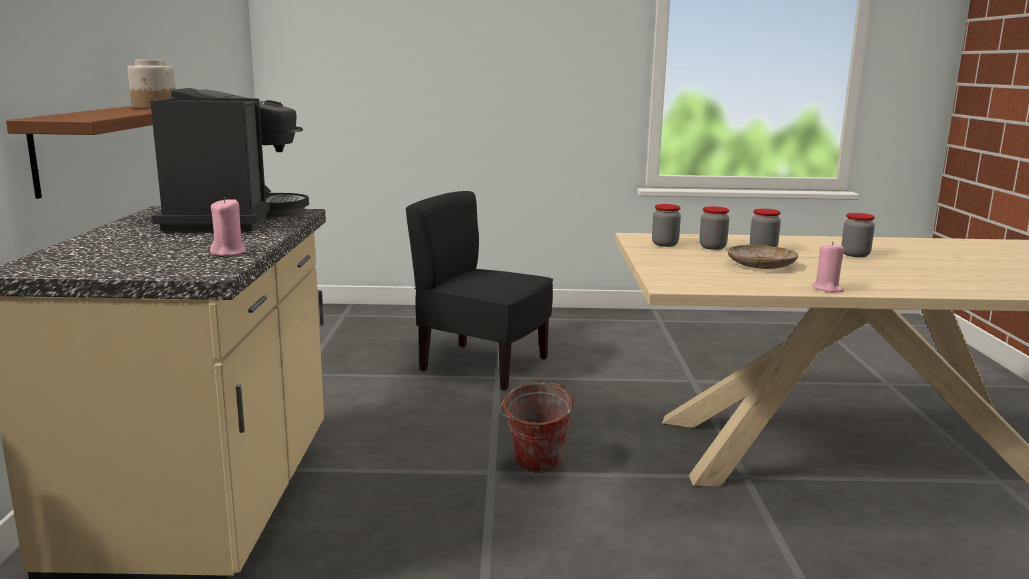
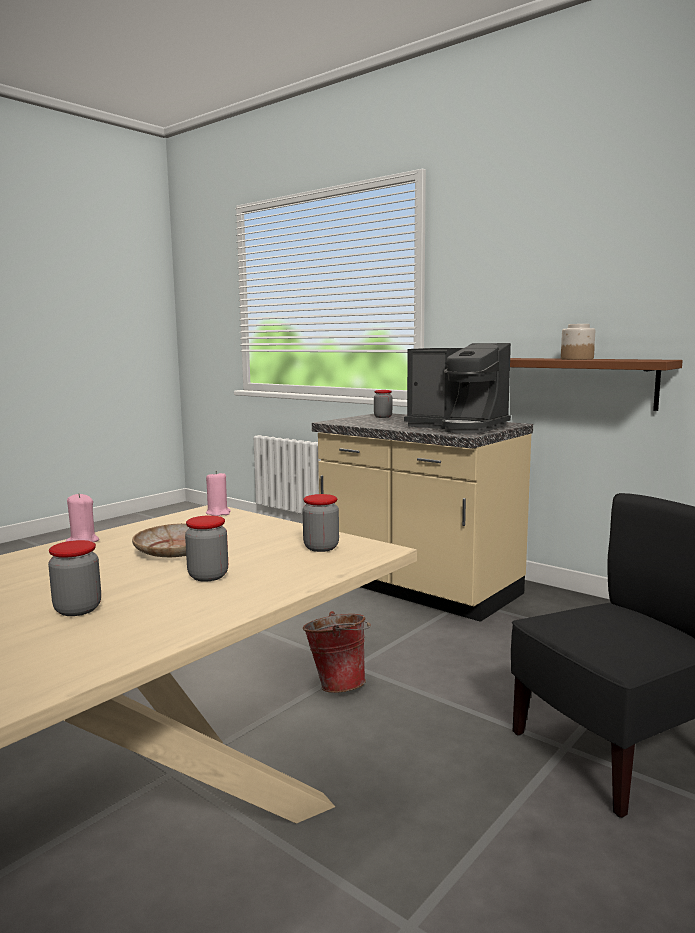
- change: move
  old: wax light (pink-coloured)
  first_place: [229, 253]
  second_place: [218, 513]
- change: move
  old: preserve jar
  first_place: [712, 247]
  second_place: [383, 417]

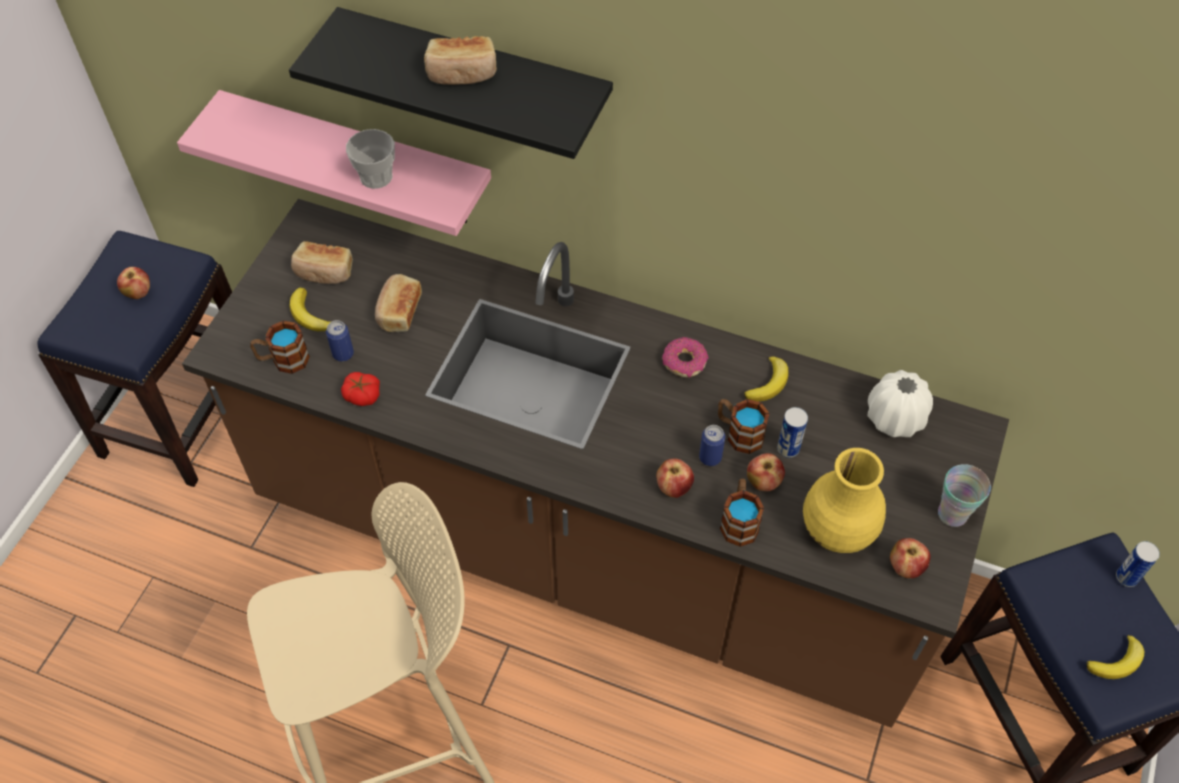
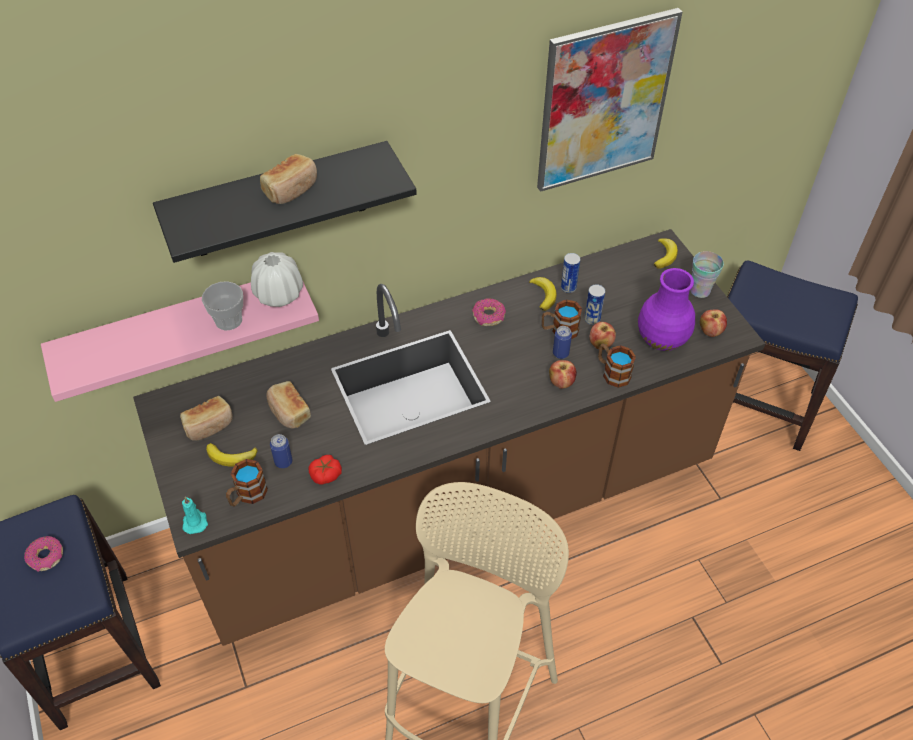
- change: insert
  new: wax light (turquoise-coloured)
  second_place: [195, 521]
- change: insert
  new: picture
  second_place: [604, 102]
- change: move
  old: vase (whitish)
  first_place: [894, 418]
  second_place: [279, 294]
- change: move
  old: banana fruit
  first_place: [1116, 662]
  second_place: [665, 255]
- change: move
  old: metal can
  first_place: [1126, 577]
  second_place: [568, 287]
- change: replace
  old: apple fruit
  new: ring doughnut
  first_place: [138, 293]
  second_place: [46, 557]
- change: recolor
  old: vase (yellowish)
  new: vase (purple-coloured)
  first_place: [837, 532]
  second_place: [662, 340]

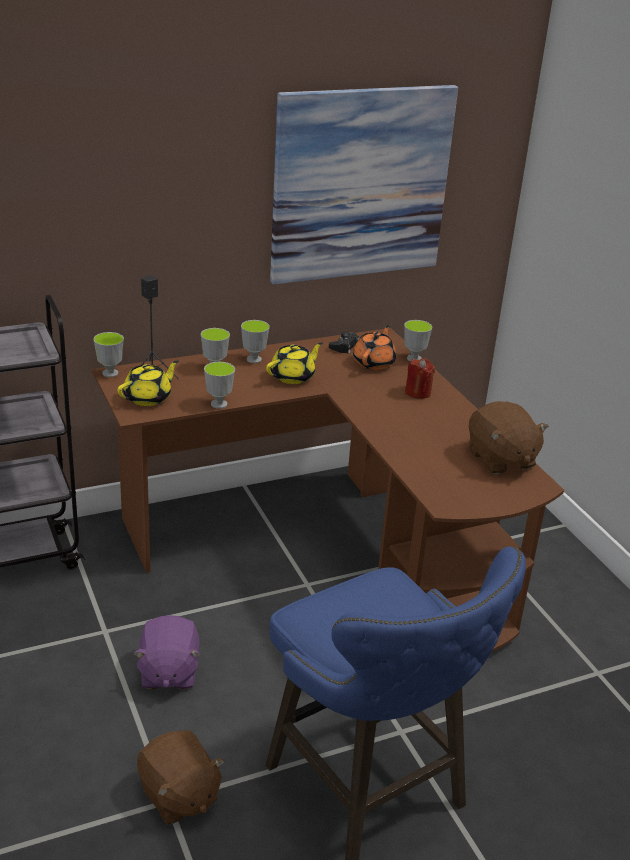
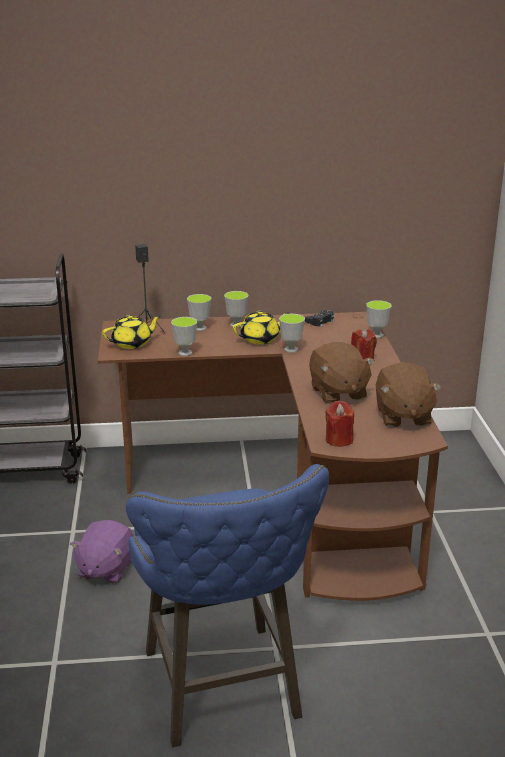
- change: delete
  old: picture
  first_place: [360, 184]
- change: delete
  old: pot for tea (orange-coloured)
  first_place: [374, 362]
- change: insert
  new: wax light (red-coloured)
  second_place: [339, 440]
- change: move
  old: cup
  first_place: [110, 373]
  second_place: [291, 349]
- change: move
  old: soft toy (brownish)
  first_place: [178, 796]
  second_place: [338, 393]

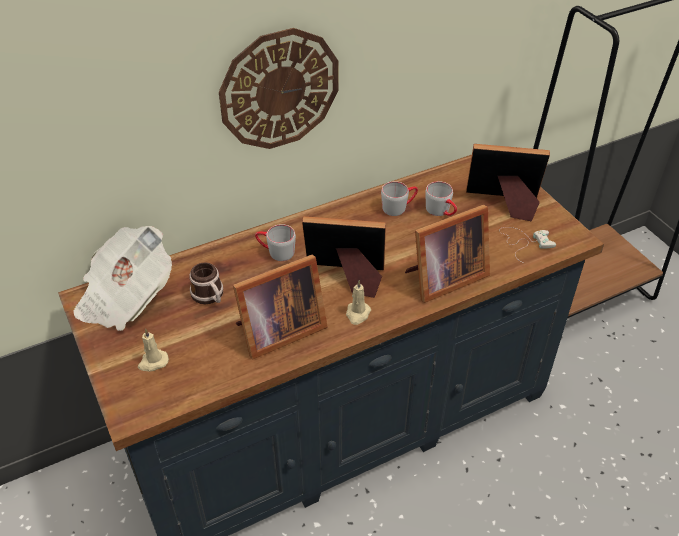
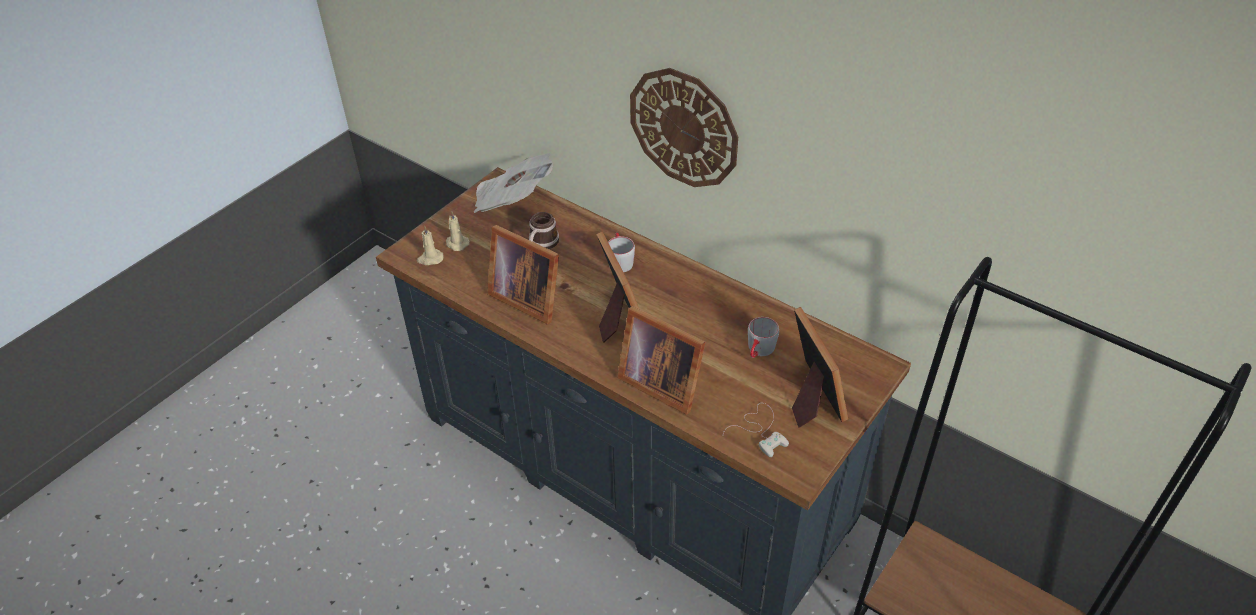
- change: delete
  old: coffee mug (grey)
  first_place: [399, 207]
- change: move
  old: wax light (beige)
  first_place: [357, 314]
  second_place: [430, 259]

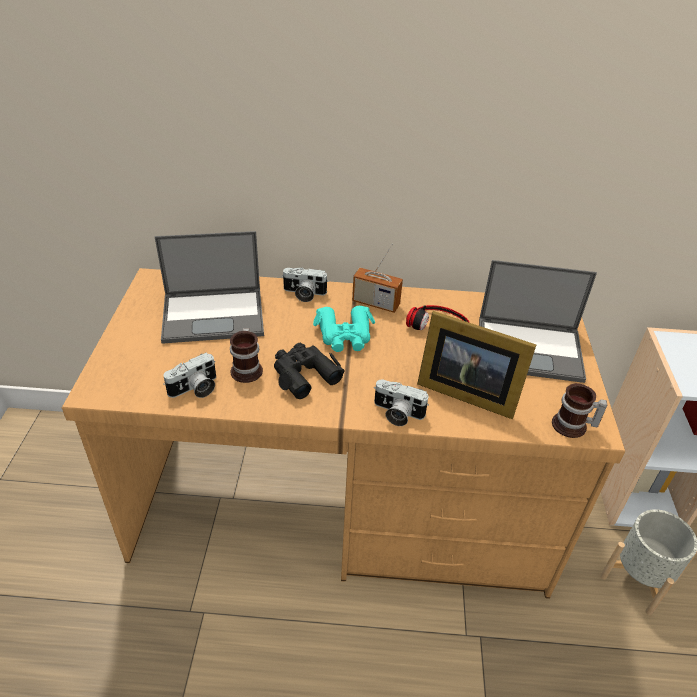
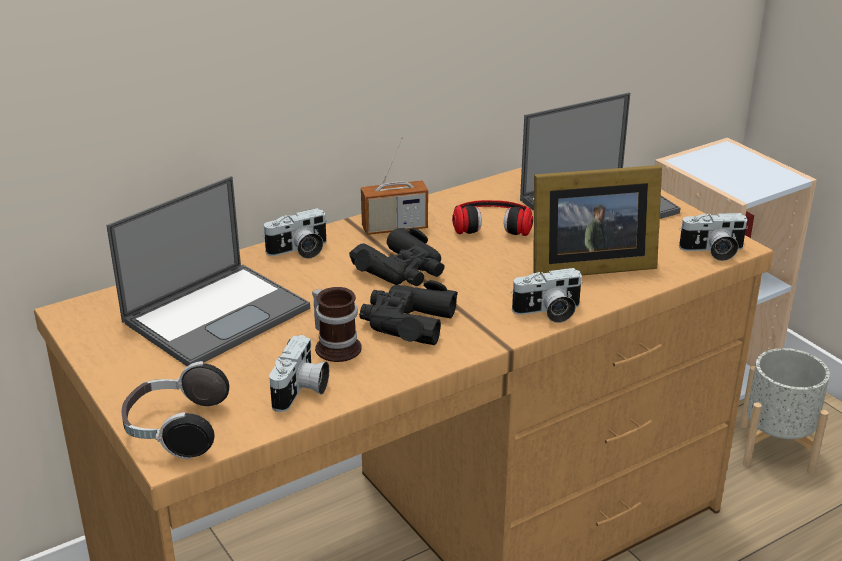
- change: insert
  new: headphones
  second_place: [175, 430]
- change: replace
  old: coffee mug
  new: still camera
  first_place: [572, 427]
  second_place: [712, 251]
- change: recolor
  old: pair of binoculars (turquoise-coloured)
  new: pair of binoculars (blackish)
  first_place: [345, 335]
  second_place: [402, 270]

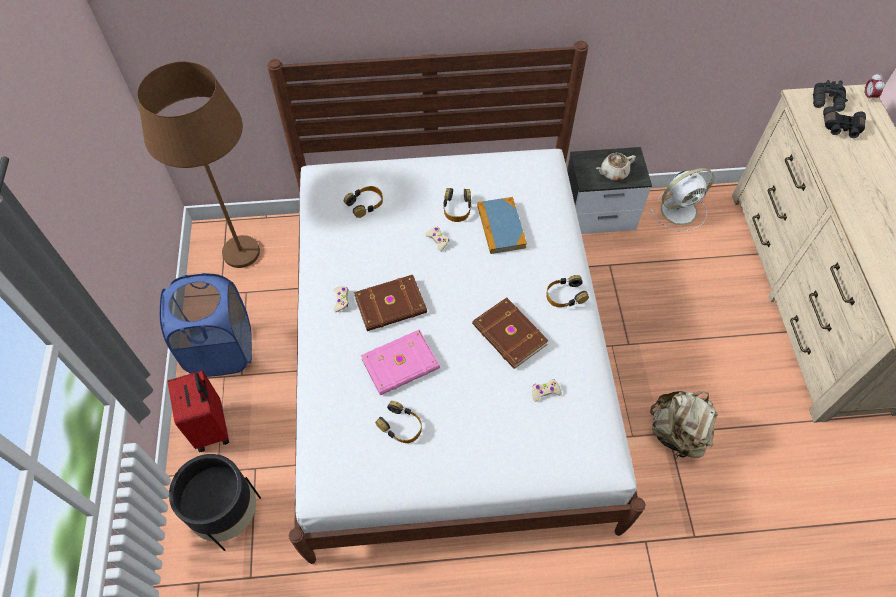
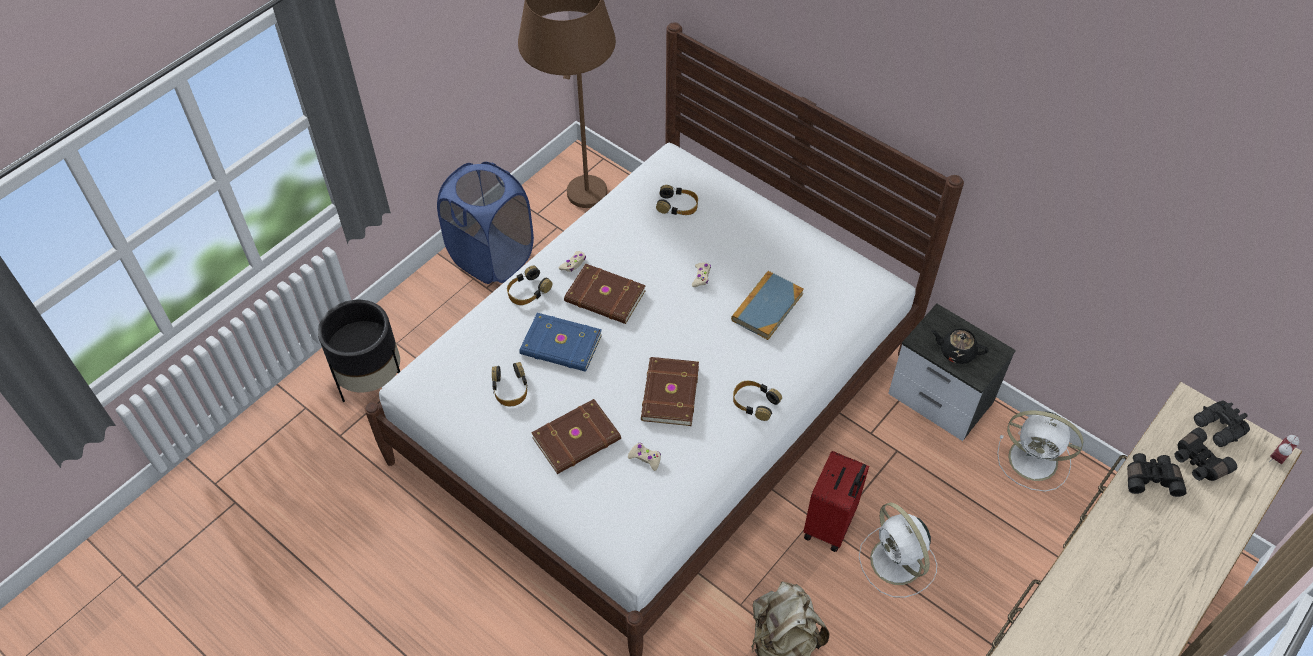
- change: insert
  new: book (brownish)
  second_place: [577, 439]
- change: insert
  new: fan (whitish)
  second_place: [897, 563]
- change: insert
  new: pair of binoculars (blackish)
  second_place: [1151, 478]
- change: move
  old: piece of luggage (red-coloured)
  first_place: [212, 427]
  second_place: [831, 525]
- change: move
  old: headphones
  first_place: [457, 208]
  second_place: [528, 291]
- change: recolor
  old: book (pink-coloured)
  new: book (blue)
  first_place: [401, 365]
  second_place: [561, 346]
- change: recolor
  old: pot for tea (beige)
  new: pot for tea (blackish)
  first_place: [613, 172]
  second_place: [956, 352]

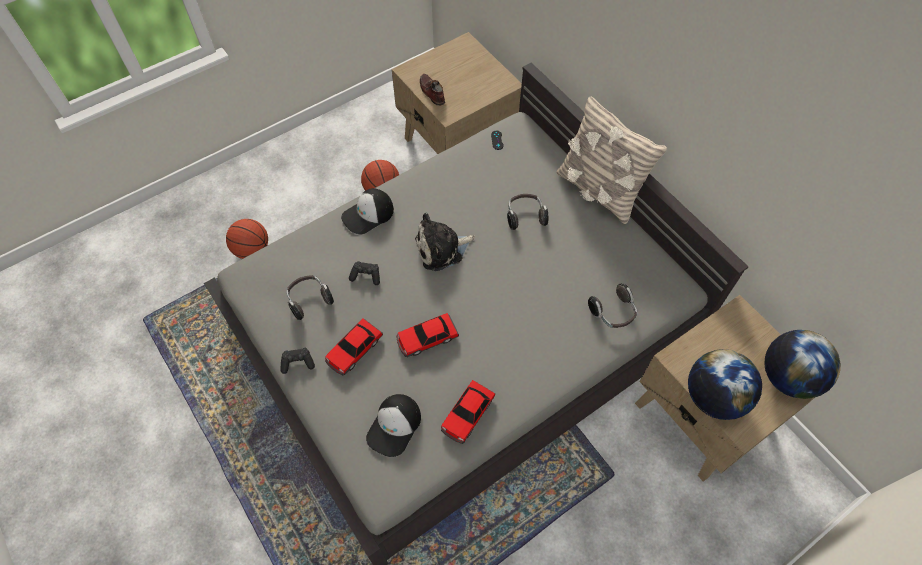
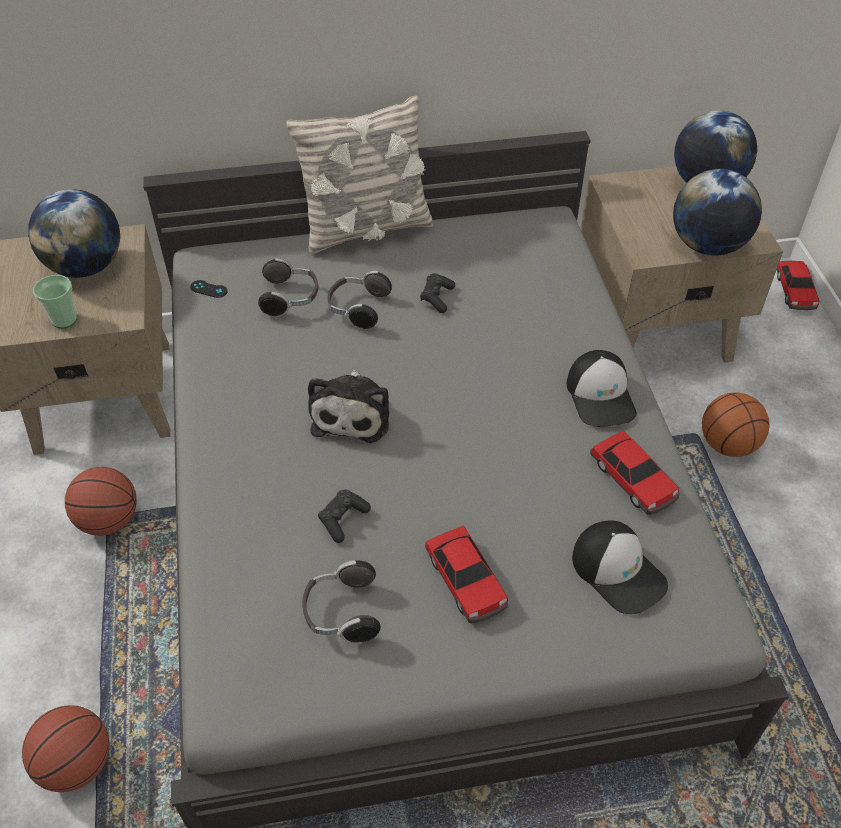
- change: insert
  new: globe
  second_place: [86, 266]
- change: insert
  new: ball for basketball
  second_place: [727, 444]
- change: move
  old: game controller (blackish)
  first_place: [298, 362]
  second_place: [437, 298]
- change: move
  old: cap
  first_place: [368, 215]
  second_place: [601, 396]
- change: move
  old: model car
  first_place: [427, 338]
  second_place: [795, 291]
- change: move
  old: headphones
  first_place: [613, 313]
  second_place: [290, 298]
- change: replace
  old: item of footwear (brownish)
  new: cup
  first_place: [431, 92]
  second_place: [64, 320]

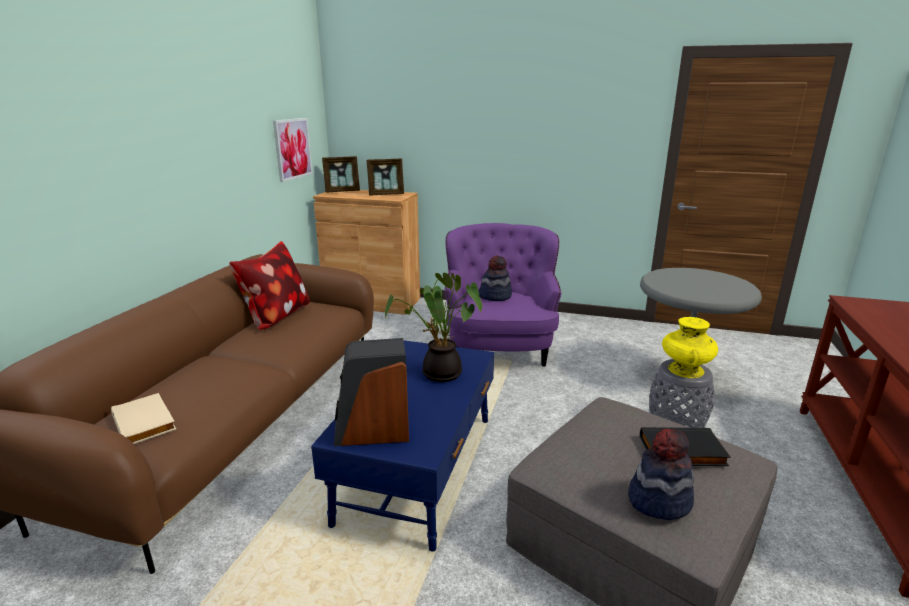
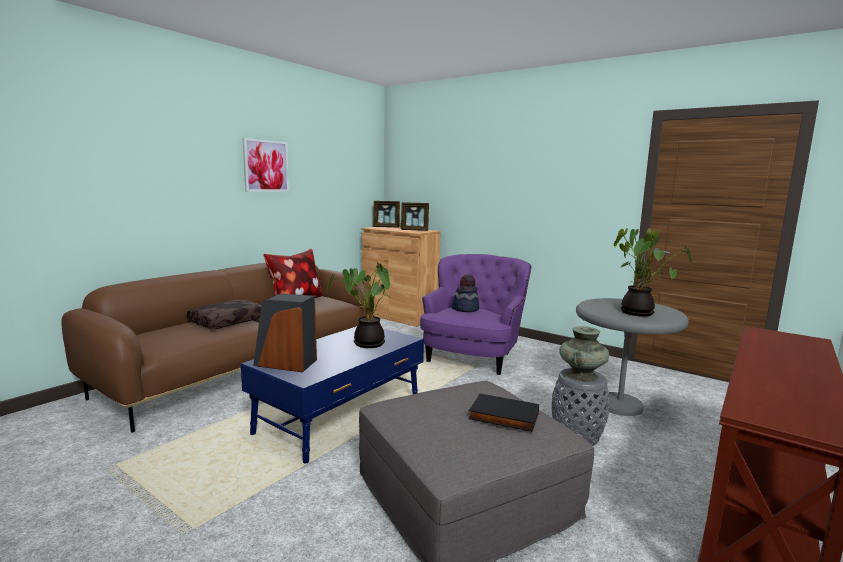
- change: delete
  old: book (beige)
  first_place: [146, 422]
- change: delete
  old: clothing hat
  first_place: [658, 500]
- change: insert
  new: throw pillow (brownish)
  second_place: [228, 321]
- change: insert
  new: plant in a pot
  second_place: [639, 313]
- change: move
  old: picture
  first_place: [292, 149]
  second_place: [266, 166]
- change: recolor
  old: vase (yellowish)
  new: vase (turquoise-coloured)
  first_place: [685, 370]
  second_place: [581, 376]

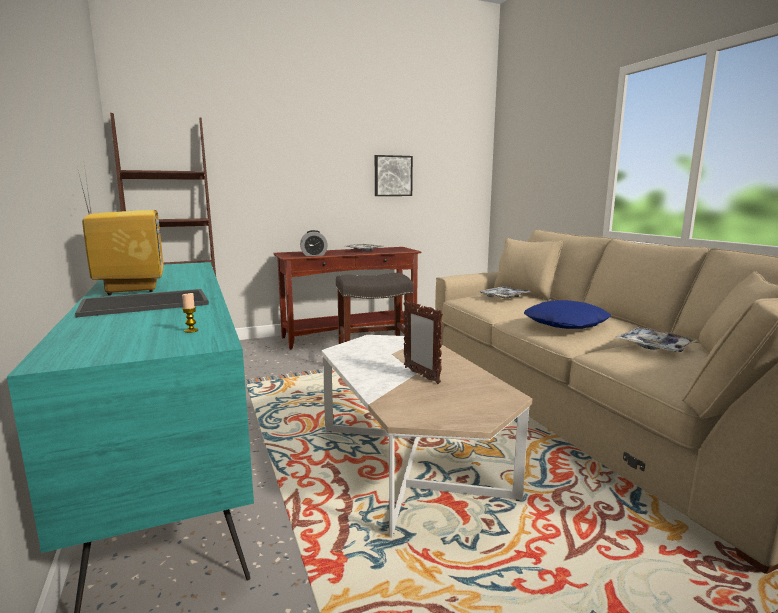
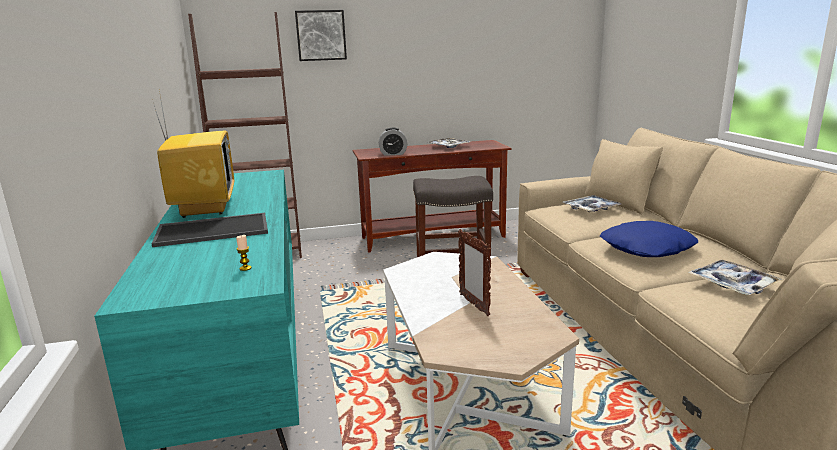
- change: move
  old: picture
  first_place: [392, 176]
  second_place: [321, 35]

